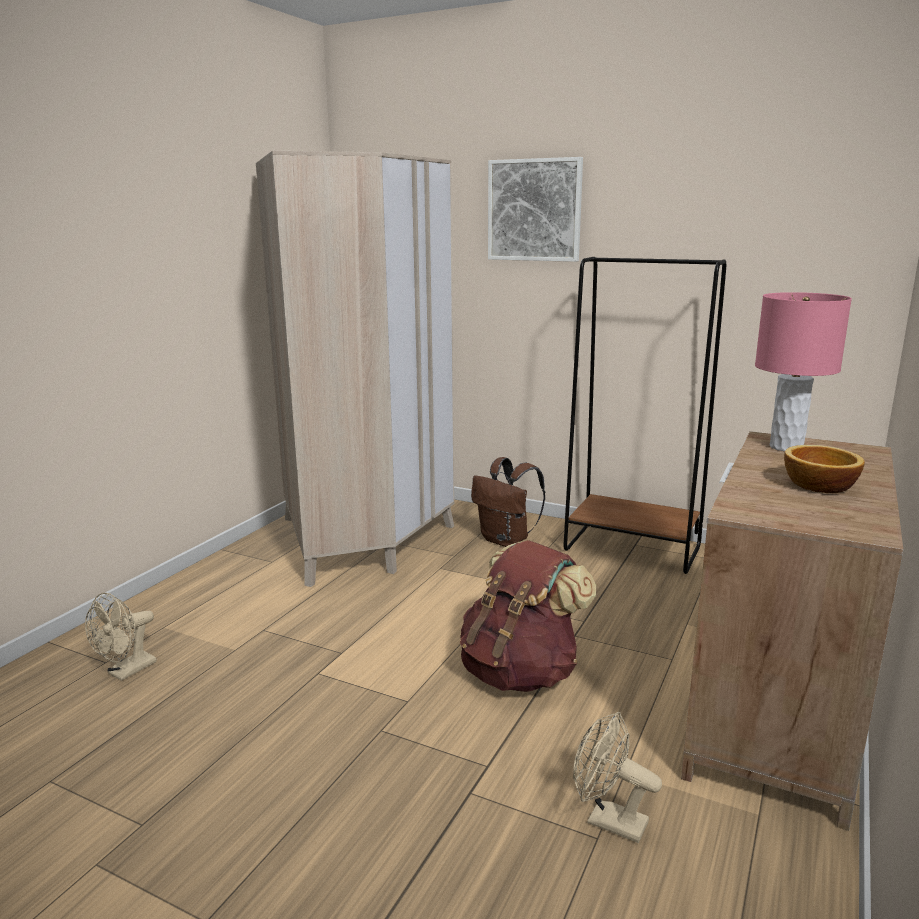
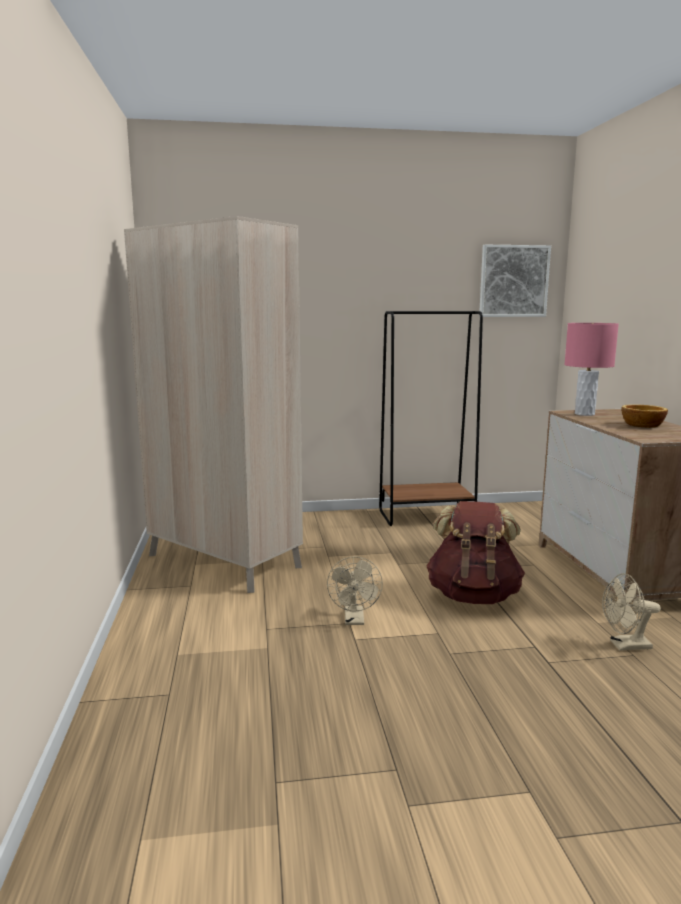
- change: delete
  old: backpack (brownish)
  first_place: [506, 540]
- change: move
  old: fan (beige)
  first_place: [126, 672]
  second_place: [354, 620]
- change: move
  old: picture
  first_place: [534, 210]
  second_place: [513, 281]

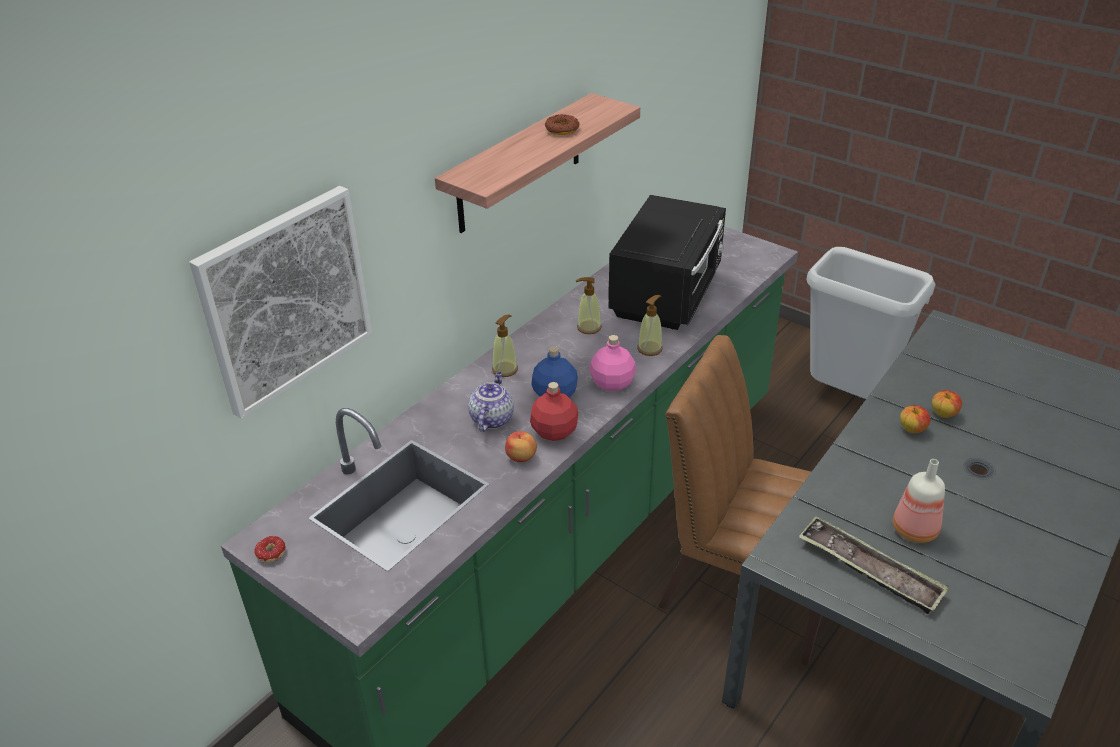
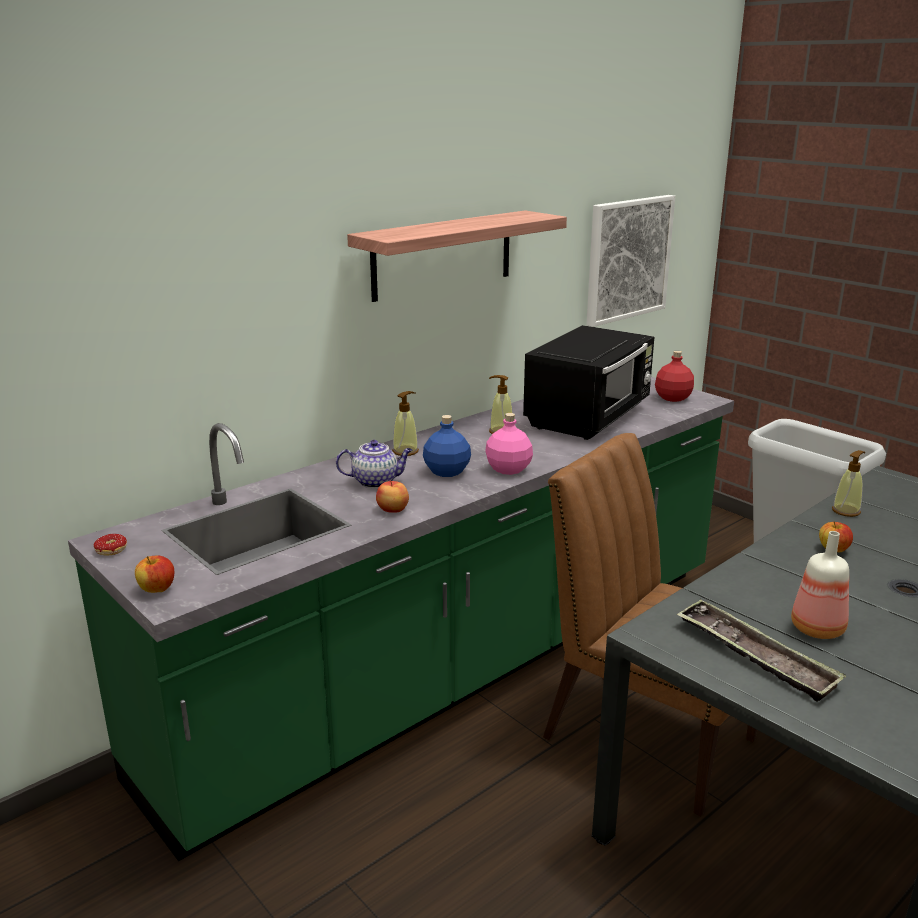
- change: delete
  old: ring doughnut
  first_place: [561, 129]
- change: move
  old: picture
  first_place: [286, 299]
  second_place: [628, 259]
- change: move
  old: drink bottle (red-coloured)
  first_place: [554, 432]
  second_place: [672, 398]
- change: move
  old: soap bottle
  first_place: [650, 348]
  second_place: [846, 511]
- change: move
  old: apple fruit
  first_place: [943, 414]
  second_place: [157, 589]
- change: rotate
  old: pot for tea
  first_place: [491, 418]
  second_place: [376, 481]
  degrees: 60

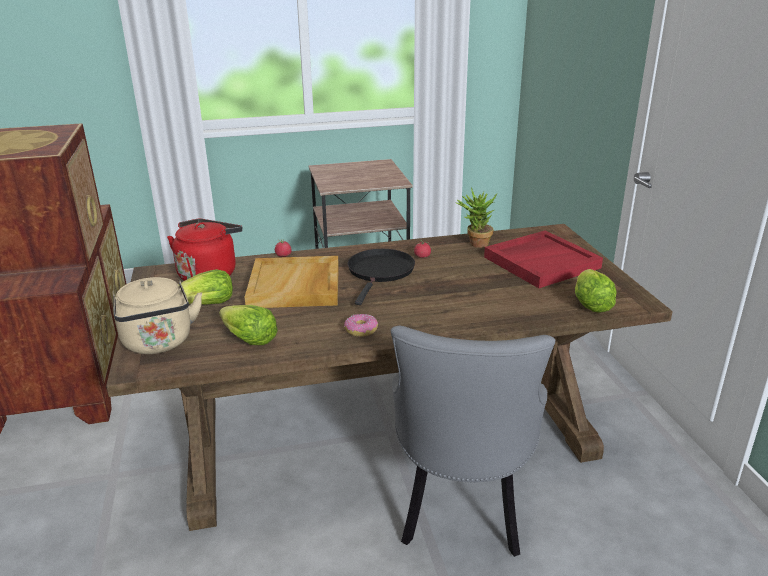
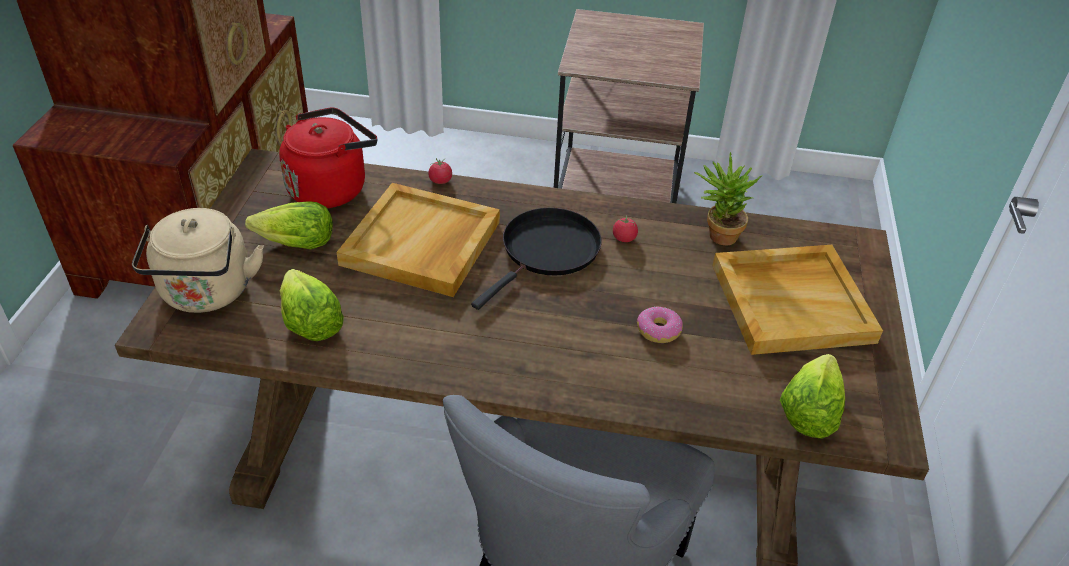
- change: move
  old: ring doughnut
  first_place: [361, 330]
  second_place: [659, 330]
- change: recolor
  old: tray (red-coloured)
  new: tray (beige)
  first_place: [541, 262]
  second_place: [792, 302]

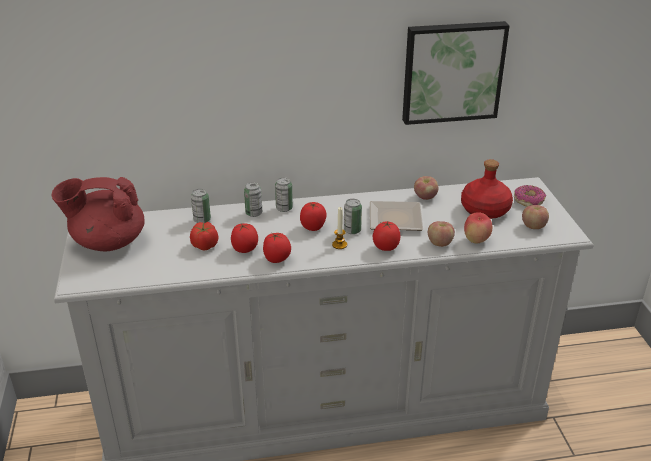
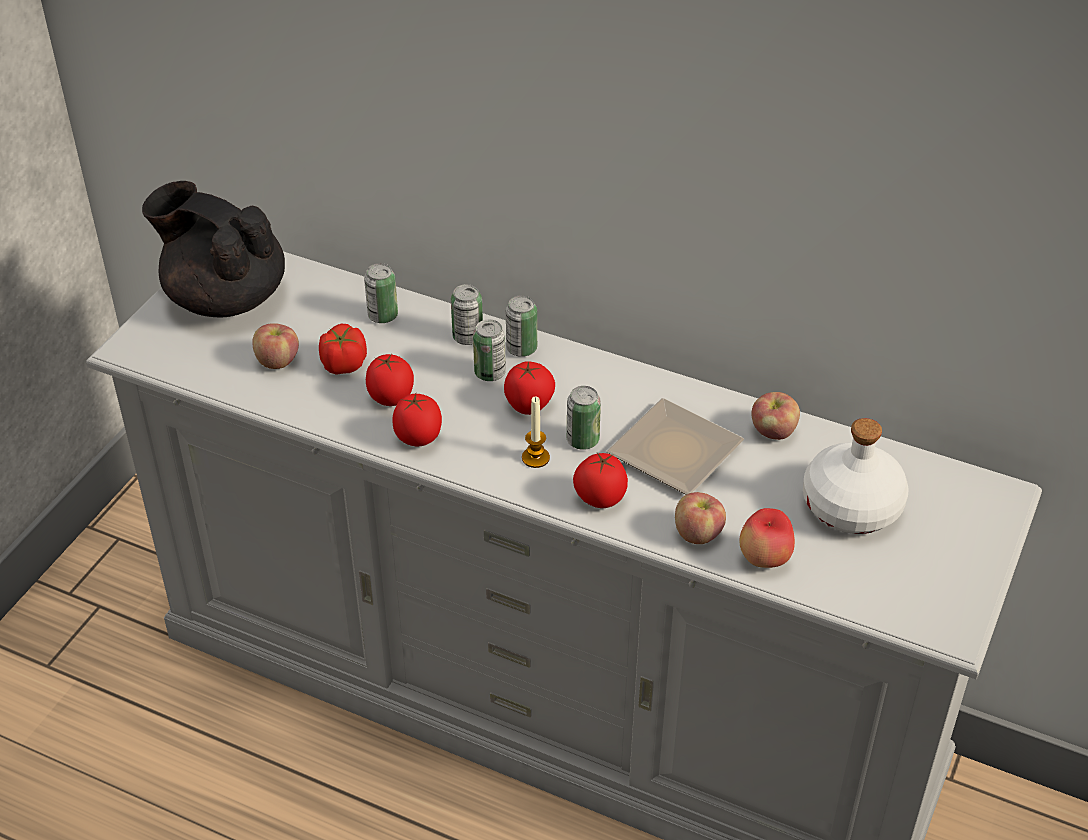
- change: delete
  old: picture
  first_place: [452, 71]
- change: delete
  old: ring doughnut
  first_place: [529, 201]
- change: insert
  new: metal can
  second_place: [490, 373]
- change: move
  old: apple fruit
  first_place: [533, 226]
  second_place: [277, 361]
- change: recolor
  old: pot for tea (red-coloured)
  new: pot for tea (blackish)
  first_place: [108, 242]
  second_place: [225, 297]
- change: recolor
  old: drink bottle (red-coloured)
  new: drink bottle (whitish)
  first_place: [484, 210]
  second_place: [850, 506]

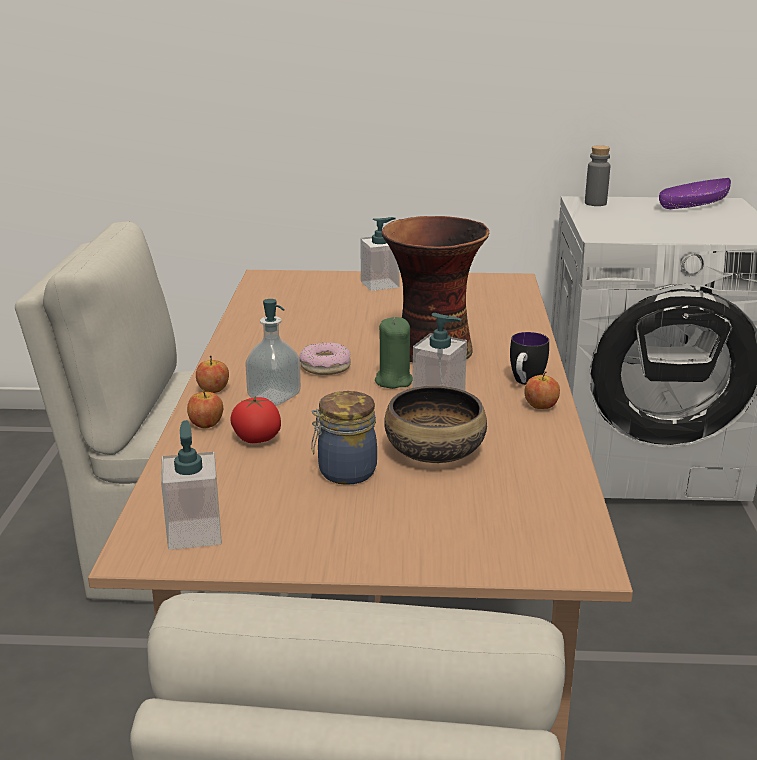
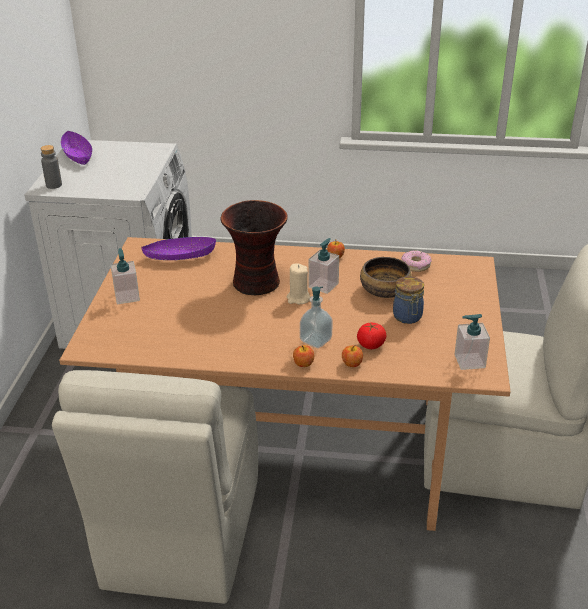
- change: delete
  old: coffee mug
  first_place: [525, 383]
- change: insert
  new: bowl (purple-coloured)
  second_place: [180, 256]
- change: move
  old: ring doughnut
  first_place: [325, 367]
  second_place: [415, 265]
- change: recolor
  old: wax light (green)
  new: wax light (beige)
  first_place: [393, 381]
  second_place: [298, 298]

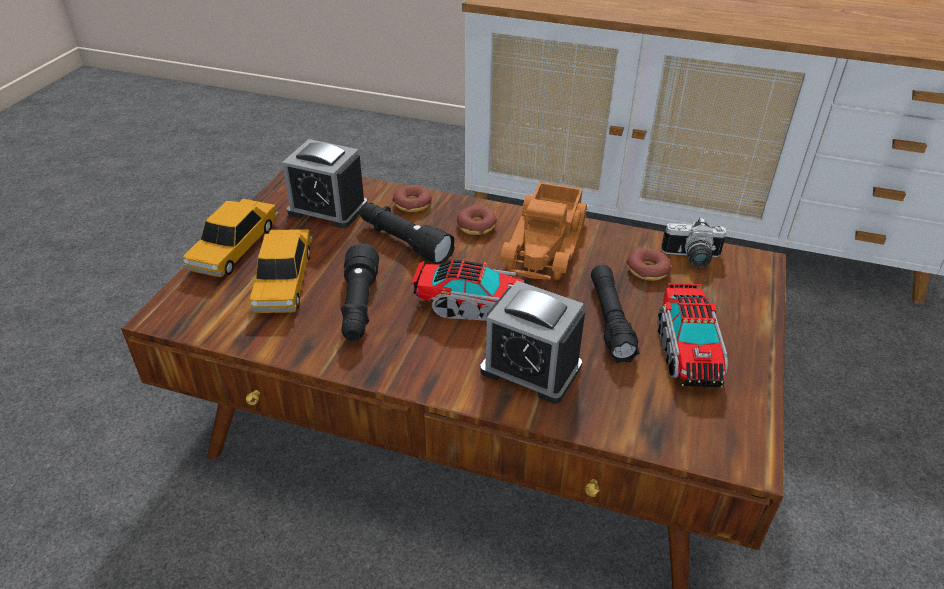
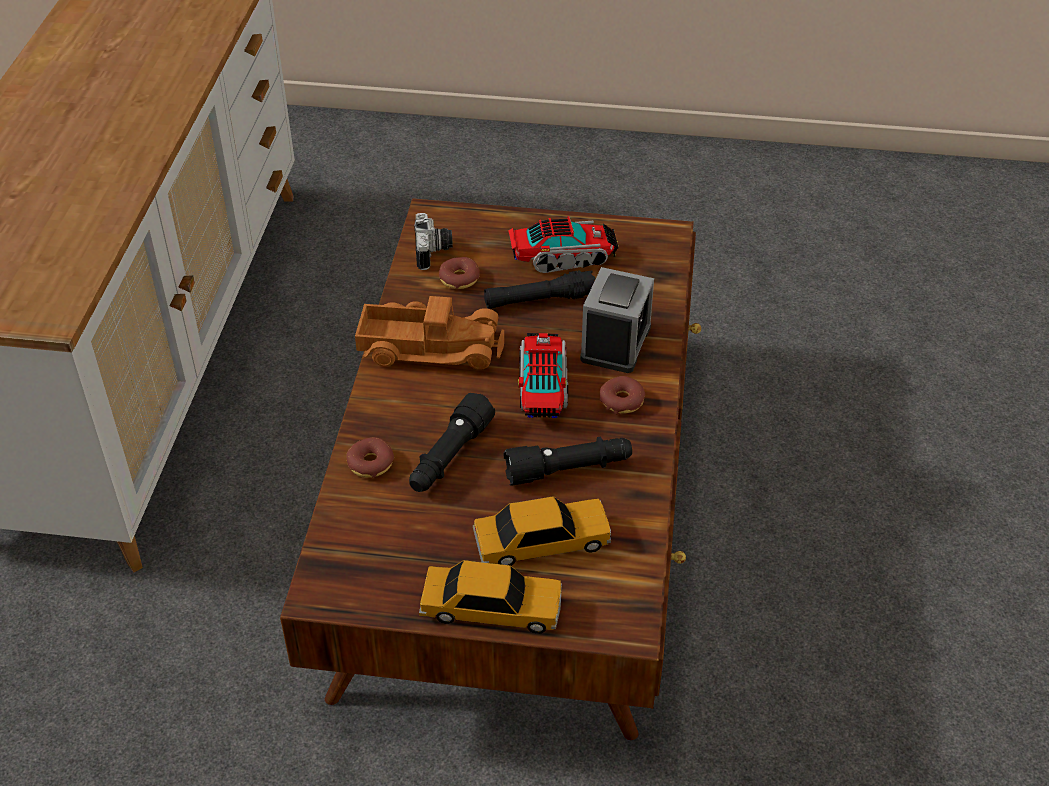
- change: delete
  old: bedside clock
  first_place: [328, 209]
- change: move
  old: ring doughnut
  first_place: [476, 226]
  second_place: [622, 400]

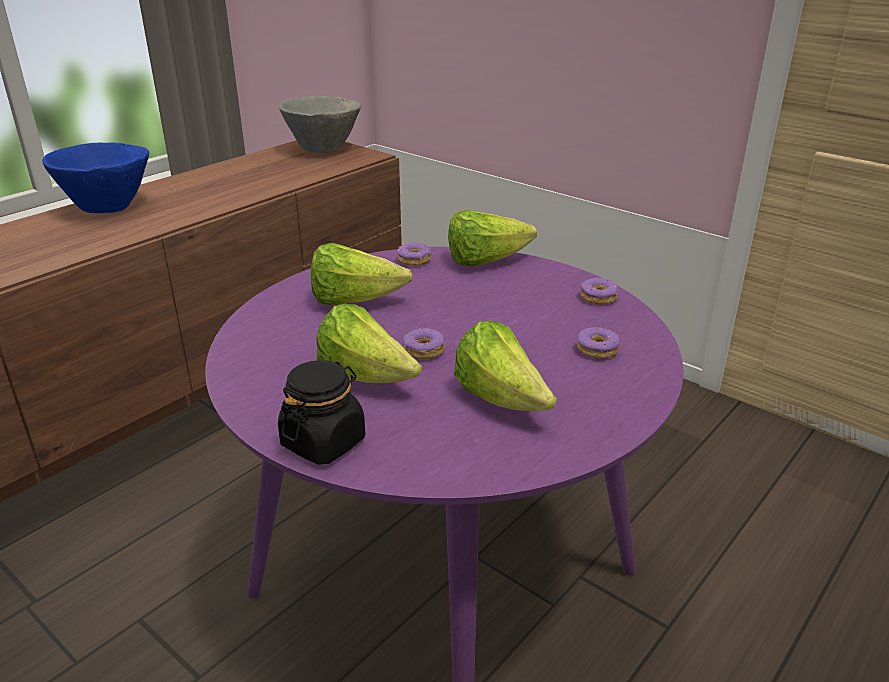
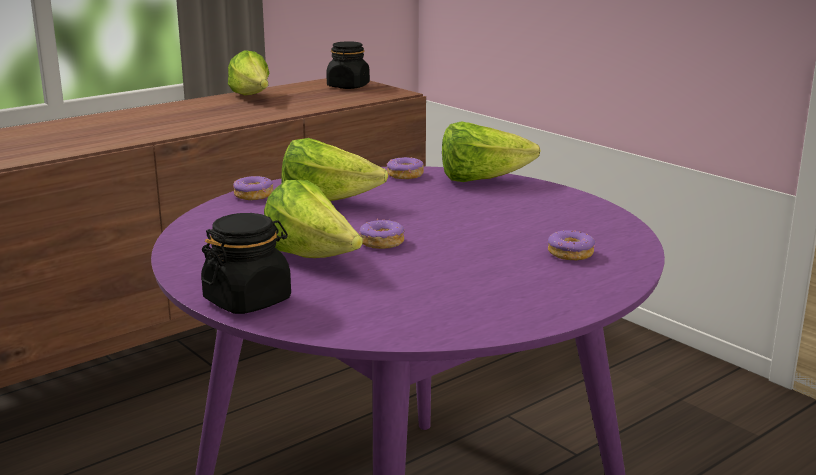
- change: delete
  old: bowl (blue)
  first_place: [108, 208]
- change: move
  old: head of lettuce
  first_place: [501, 399]
  second_place: [252, 97]
- change: move
  old: ring doughnut
  first_place: [598, 298]
  second_place: [253, 195]
- change: replace
  old: bowl (grey)
  new: preserve jar (blackish)
  first_place: [323, 149]
  second_place: [348, 86]

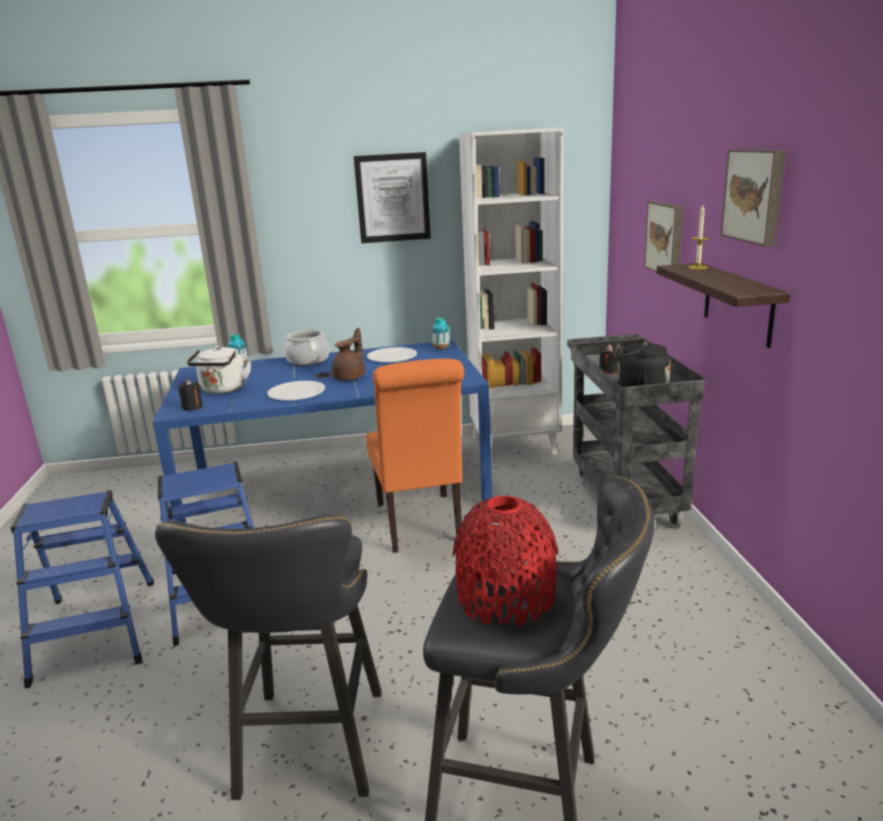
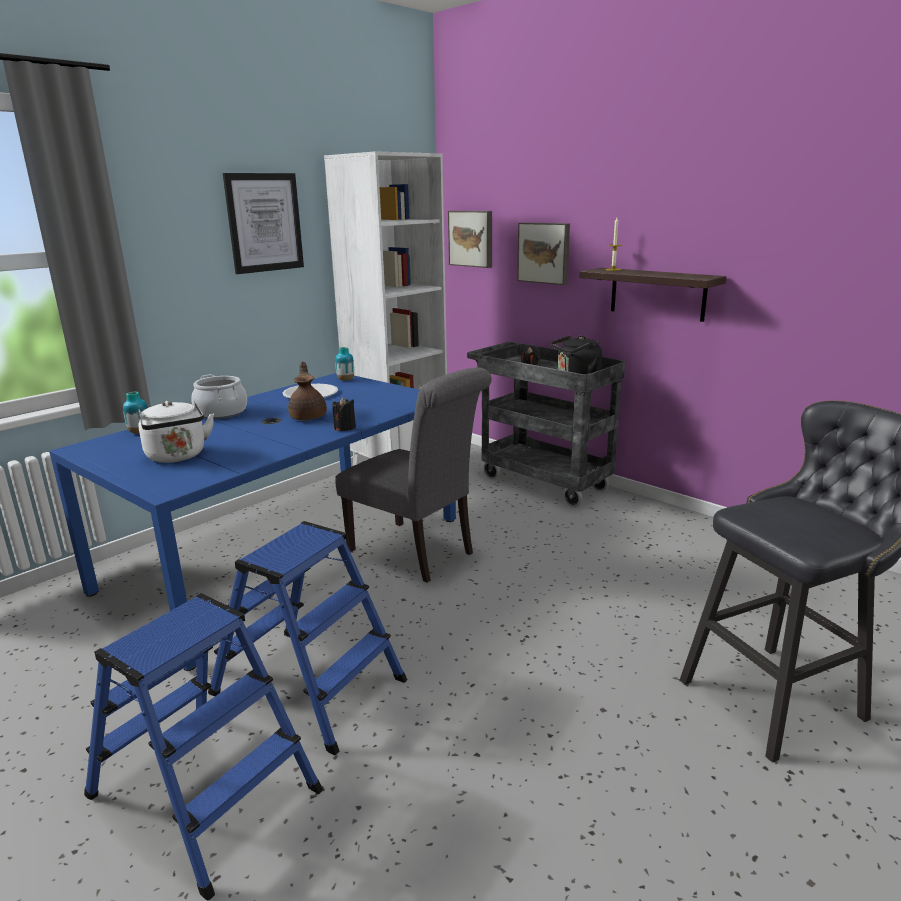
- change: delete
  old: stool (blackish)
  first_place: [308, 758]
- change: delete
  old: plate (whitish)
  first_place: [296, 392]
- change: delete
  old: vase (red-coloured)
  first_place: [506, 598]
- change: move
  old: wax light (blackish)
  first_place: [192, 407]
  second_place: [345, 428]
- change: move
  old: picture
  first_place: [755, 195]
  second_place: [471, 238]
- change: recolor
  old: plain chair (orange-coloured)
  new: plain chair (grey)
  first_place: [420, 525]
  second_place: [417, 553]

